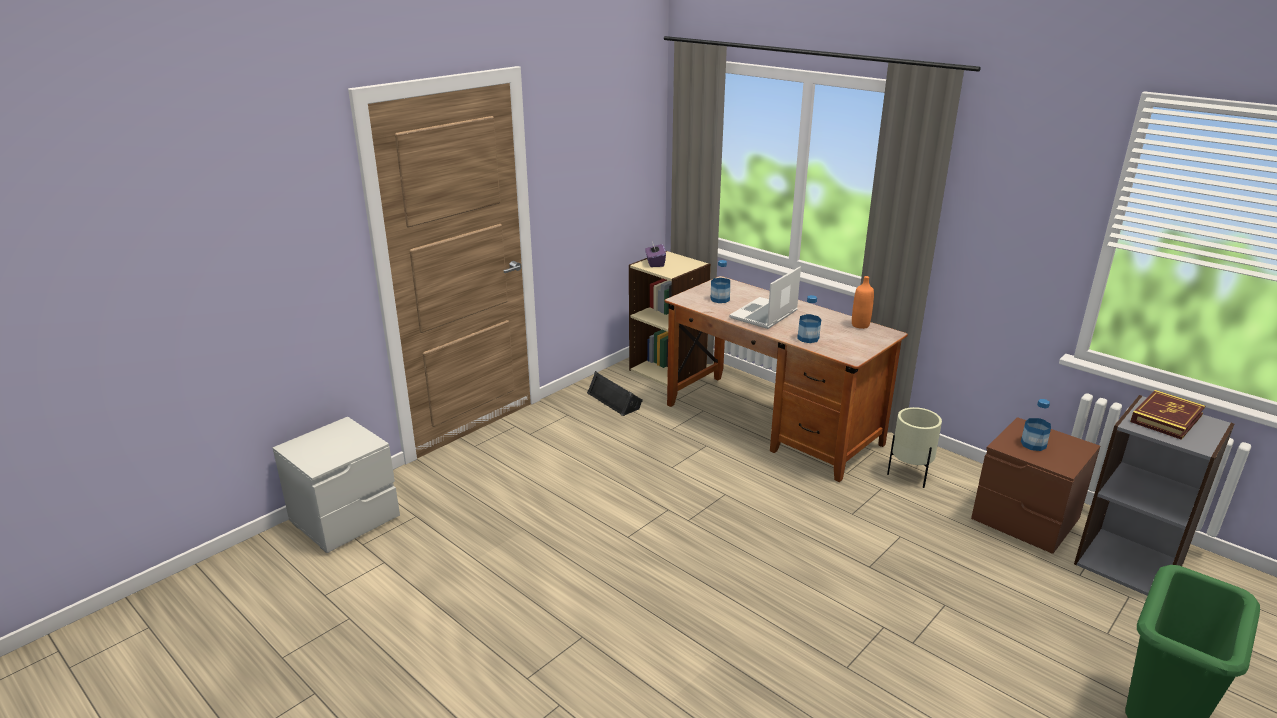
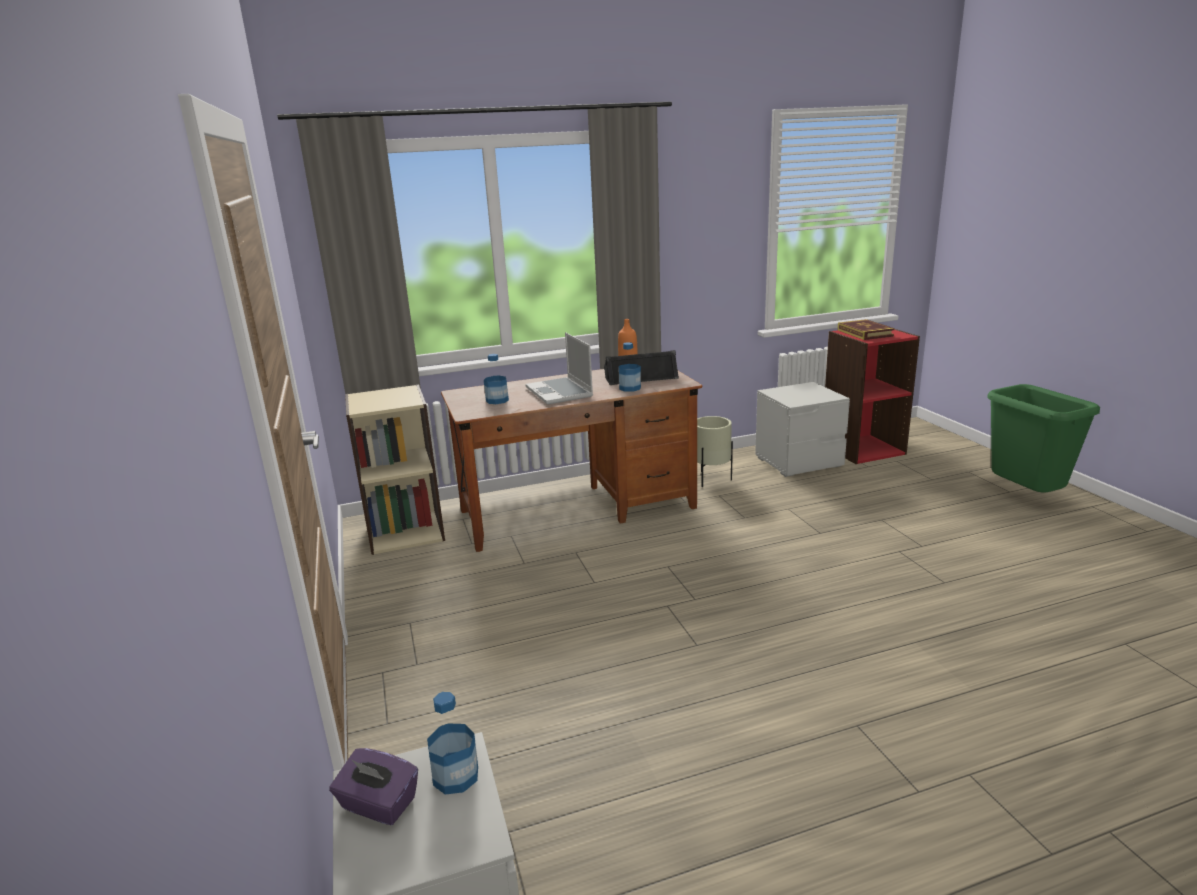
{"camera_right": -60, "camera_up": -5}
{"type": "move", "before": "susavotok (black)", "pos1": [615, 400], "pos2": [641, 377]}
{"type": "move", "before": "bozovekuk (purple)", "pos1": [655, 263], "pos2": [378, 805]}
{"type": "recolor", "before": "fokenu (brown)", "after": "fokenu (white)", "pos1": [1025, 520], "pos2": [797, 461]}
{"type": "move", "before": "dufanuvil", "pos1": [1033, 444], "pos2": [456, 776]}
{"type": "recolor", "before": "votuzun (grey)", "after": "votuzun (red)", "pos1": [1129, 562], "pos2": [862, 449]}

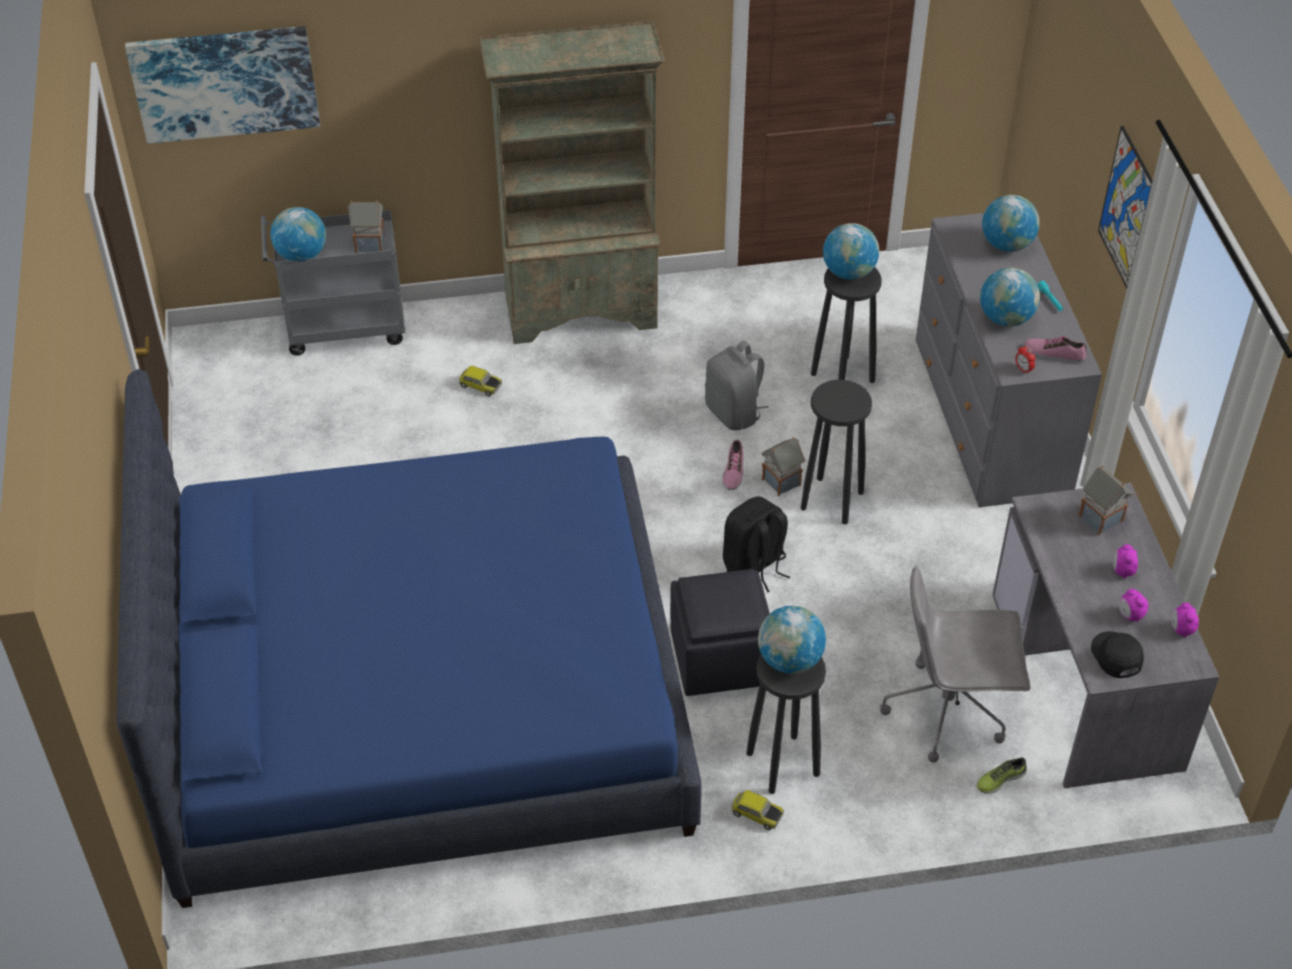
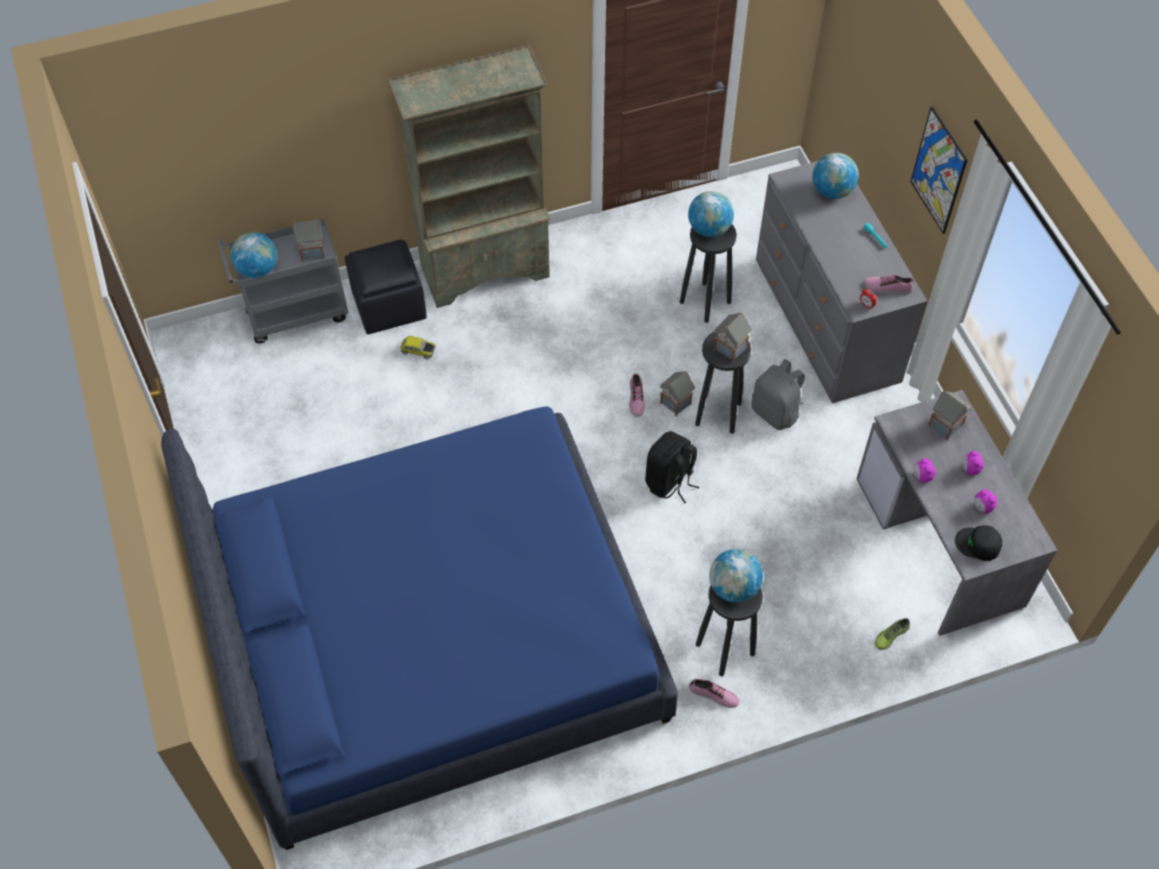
{"camera_right": -10, "camera_up": 10}
{"type": "delete", "before": "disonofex", "pos1": [225, 83]}
{"type": "move", "before": "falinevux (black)", "pos1": [719, 657], "pos2": [388, 304]}
{"type": "move", "before": "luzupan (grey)", "pos1": [734, 413], "pos2": [776, 412]}
{"type": "replace", "before": "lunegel", "after": "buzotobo", "pos1": [756, 814], "pos2": [713, 695]}
{"type": "delete", "before": "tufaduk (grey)", "pos1": [951, 712]}
{"type": "delete", "before": "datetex", "pos1": [1006, 318]}
{"type": "rotate", "before": "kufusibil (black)", "pos1": [1116, 656], "pos2": [978, 544], "turn": -45}
{"type": "move", "before": "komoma", "pos1": [1181, 630], "pos2": [922, 477]}
{"type": "insert", "after": "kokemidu", "pos2": [730, 348]}

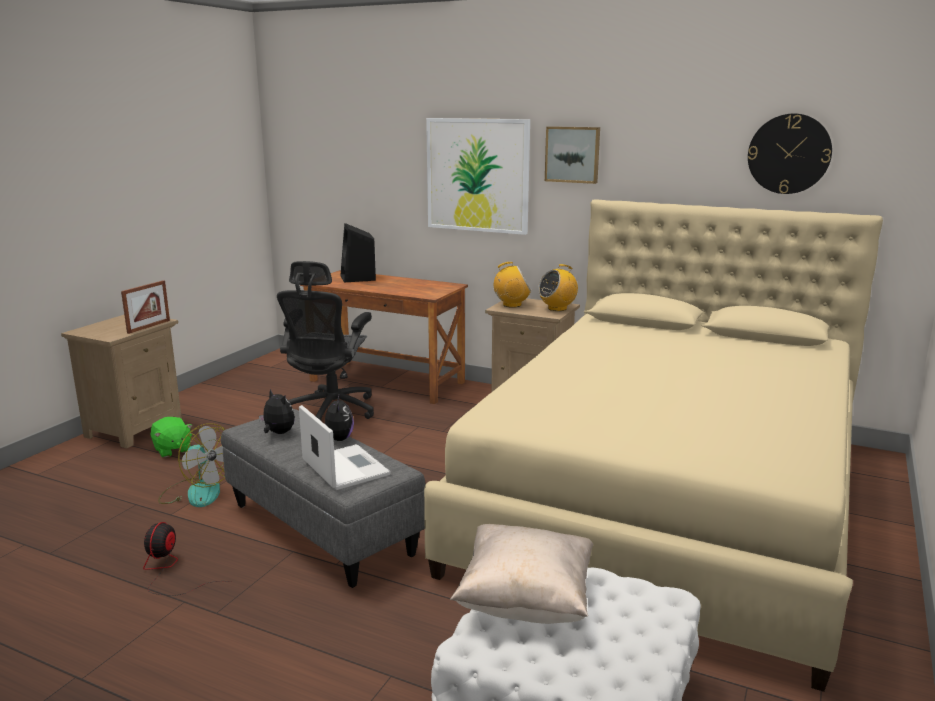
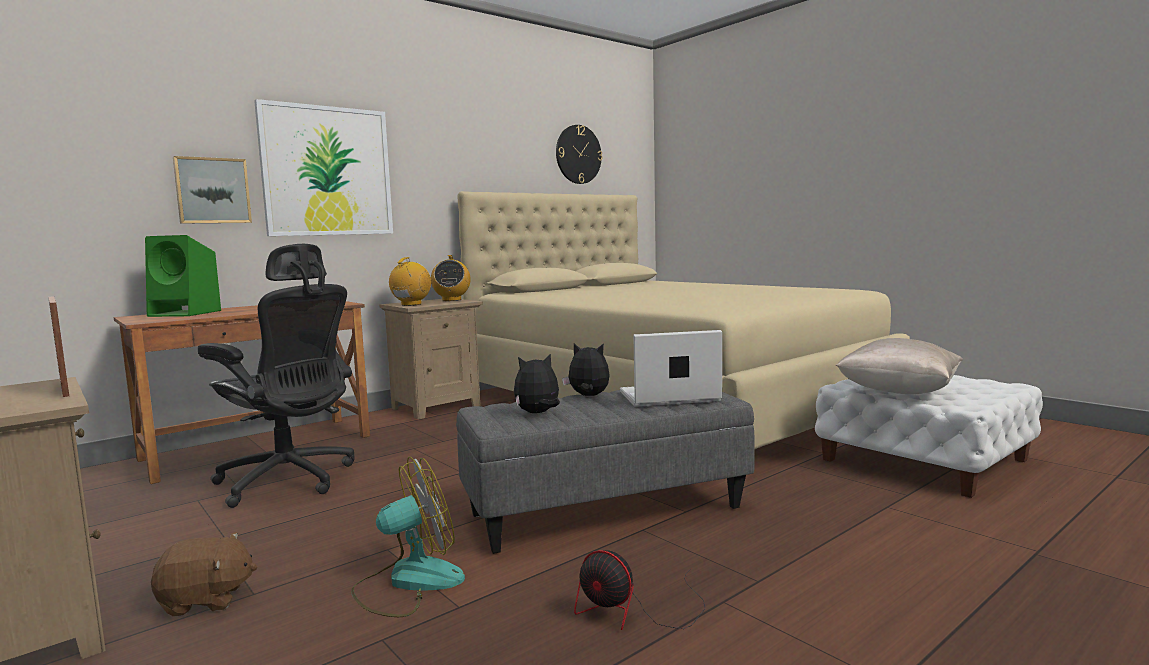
{"camera_right": -65, "camera_up": -10}
{"type": "recolor", "before": "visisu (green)", "after": "visisu (brown)", "pos1": [172, 450], "pos2": [206, 600]}
{"type": "recolor", "before": "susavotok (black)", "after": "susavotok (green)", "pos1": [358, 278], "pos2": [187, 313]}
{"type": "move", "before": "disonofex", "pos1": [572, 154], "pos2": [212, 191]}

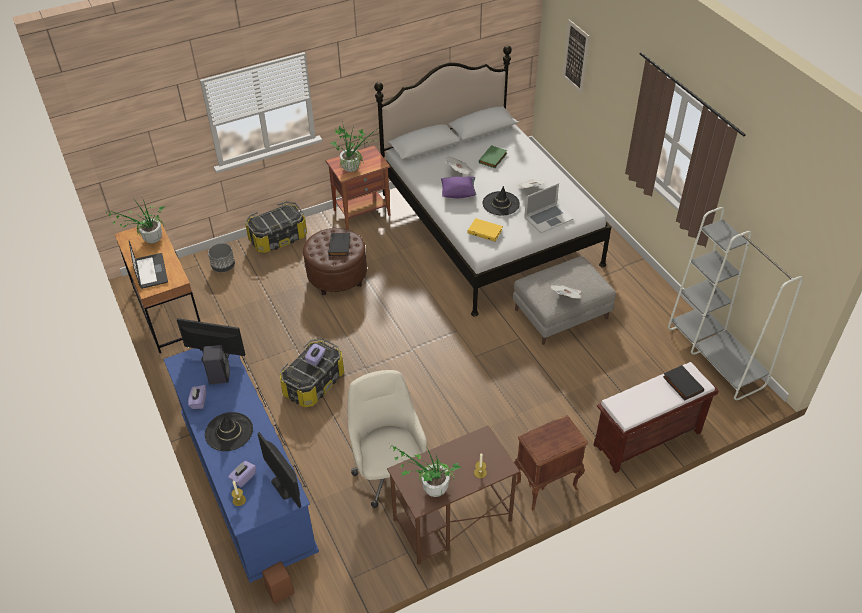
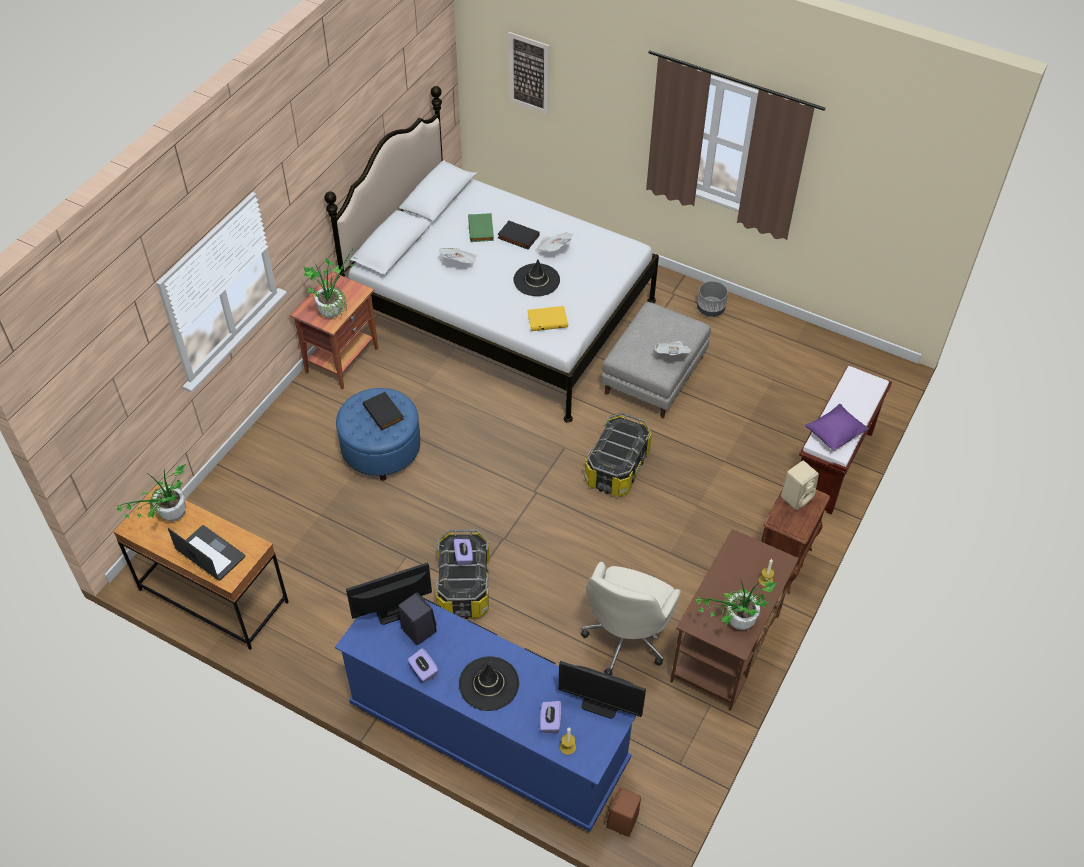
{"camera_right": -35, "camera_up": 5}
{"type": "move", "before": "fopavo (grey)", "pos1": [223, 267], "pos2": [710, 309]}
{"type": "move", "before": "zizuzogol", "pos1": [278, 238], "pos2": [616, 467]}
{"type": "recolor", "before": "falinevux (brown)", "after": "falinevux (blue)", "pos1": [337, 277], "pos2": [381, 451]}
{"type": "rotate", "before": "tufaduk (beige)", "pos1": [389, 474], "pos2": [626, 638], "turn": -105}
{"type": "move", "before": "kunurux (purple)", "pos1": [458, 193], "pos2": [834, 434]}
{"type": "delete", "before": "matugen", "pos1": [548, 218]}
{"type": "move", "before": "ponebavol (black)", "pos1": [681, 384], "pos2": [517, 237]}
{"type": "delete", "before": "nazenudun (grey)", "pos1": [715, 358]}
{"type": "insert", "after": "susavotok (beige)", "pos2": [797, 497]}

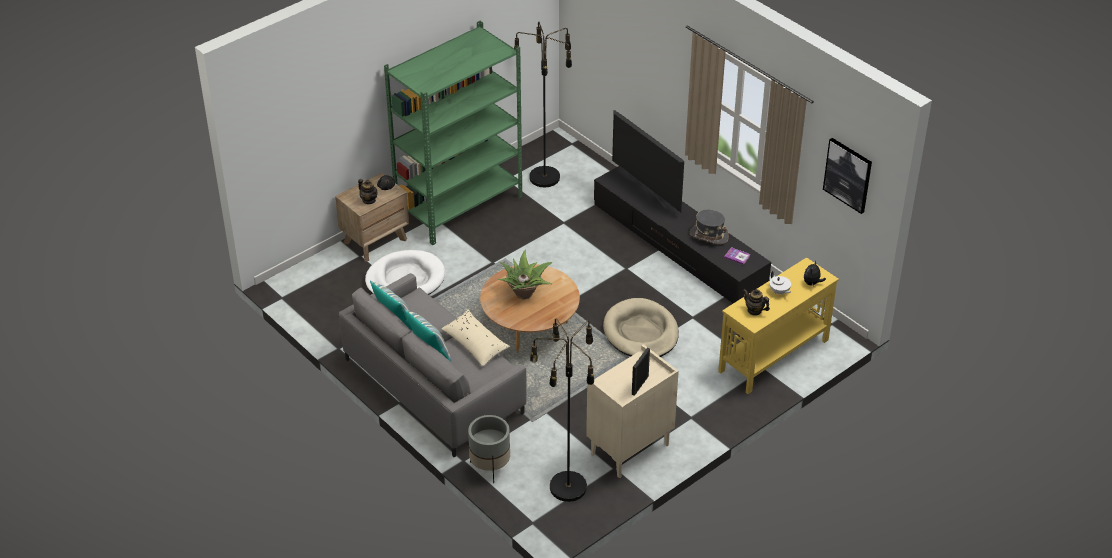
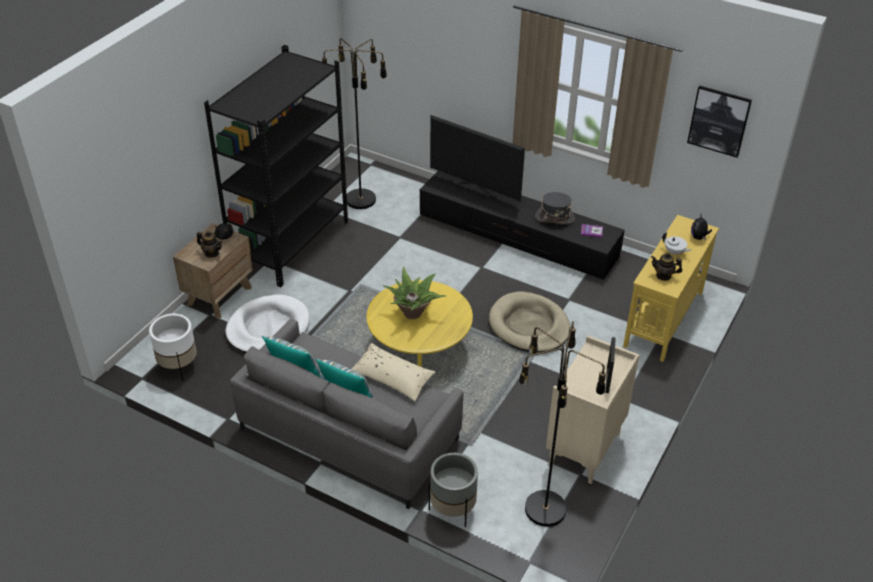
{"camera_right": -20, "camera_up": 0}
{"type": "recolor", "before": "votuzun (green)", "after": "votuzun (black)", "pos1": [459, 206], "pos2": [290, 243]}
{"type": "recolor", "before": "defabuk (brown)", "after": "defabuk (yellow)", "pos1": [530, 328], "pos2": [419, 347]}
{"type": "insert", "after": "fopavo (white)", "pos2": [178, 366]}

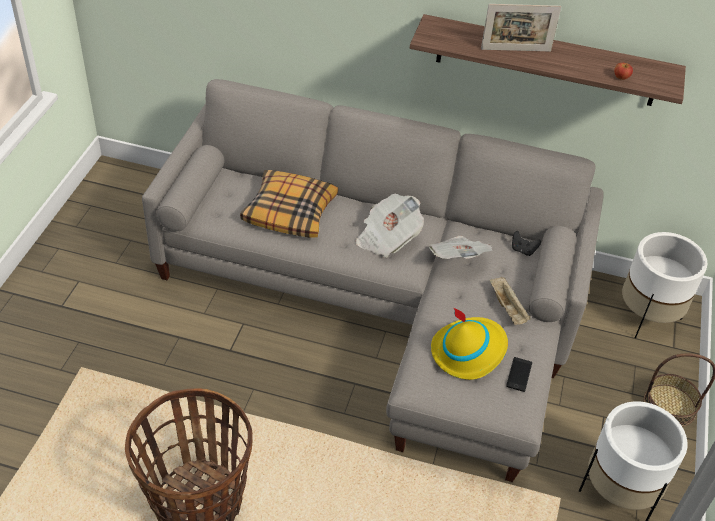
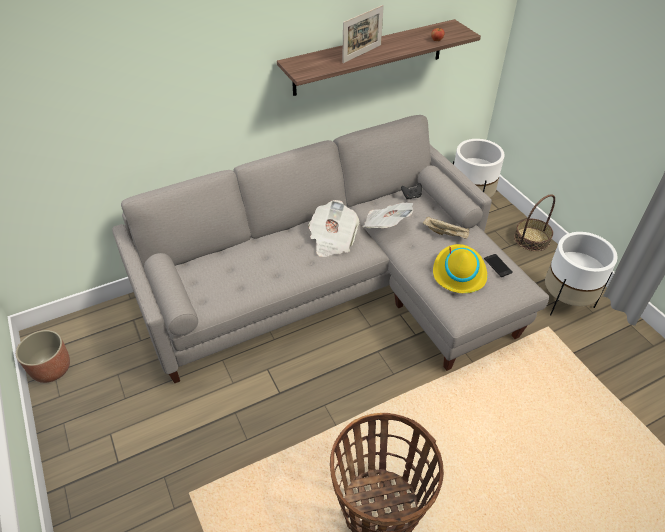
{"camera_right": -40, "camera_up": 0}
{"type": "delete", "before": "kunurux", "pos1": [290, 211]}
{"type": "insert", "after": "fopavo", "pos2": [52, 369]}

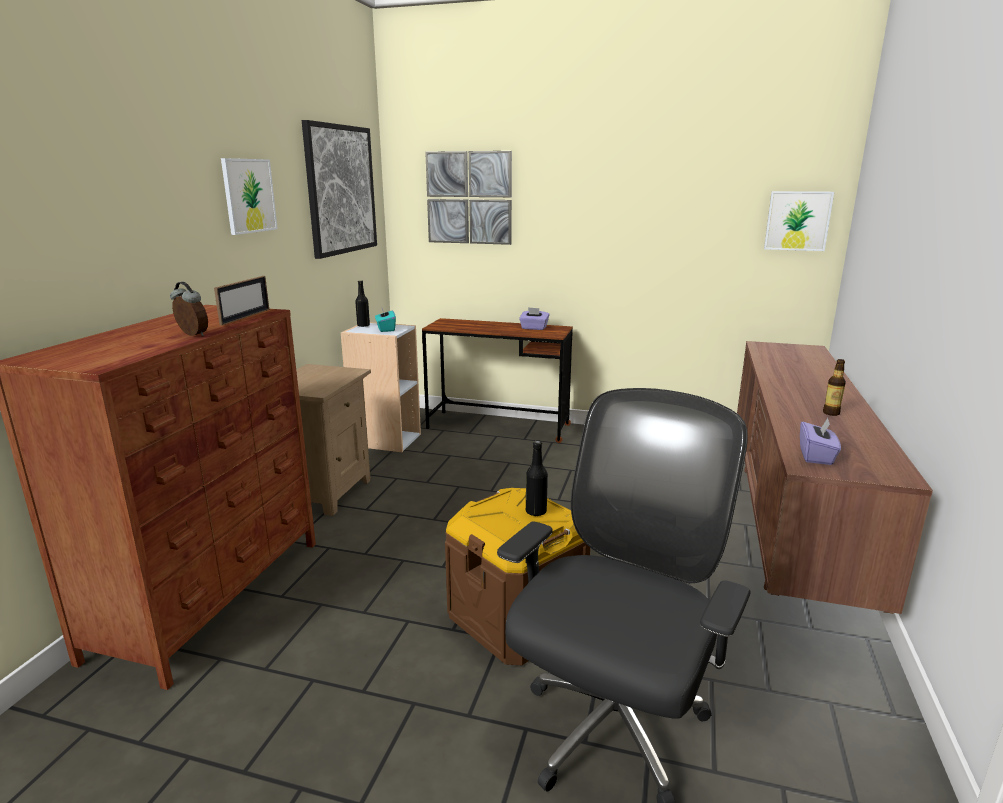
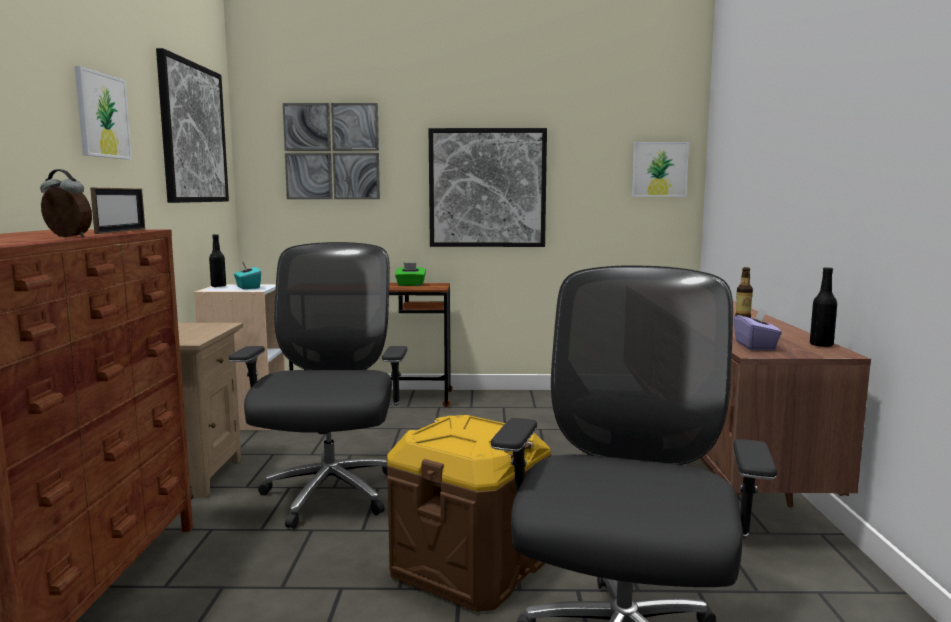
{"camera_right": -15, "camera_up": -10}
{"type": "recolor", "before": "bozovekuk (purple)", "after": "bozovekuk (green)", "pos1": [534, 328], "pos2": [410, 285]}
{"type": "move", "before": "dufanuvil (black)", "pos1": [536, 512], "pos2": [821, 345]}
{"type": "insert", "after": "tufaduk", "pos2": [331, 494]}
{"type": "insert", "after": "disonofex", "pos2": [487, 188]}

